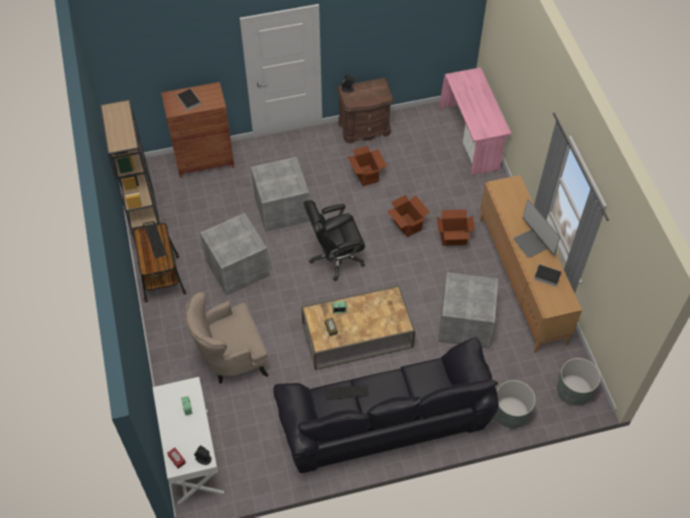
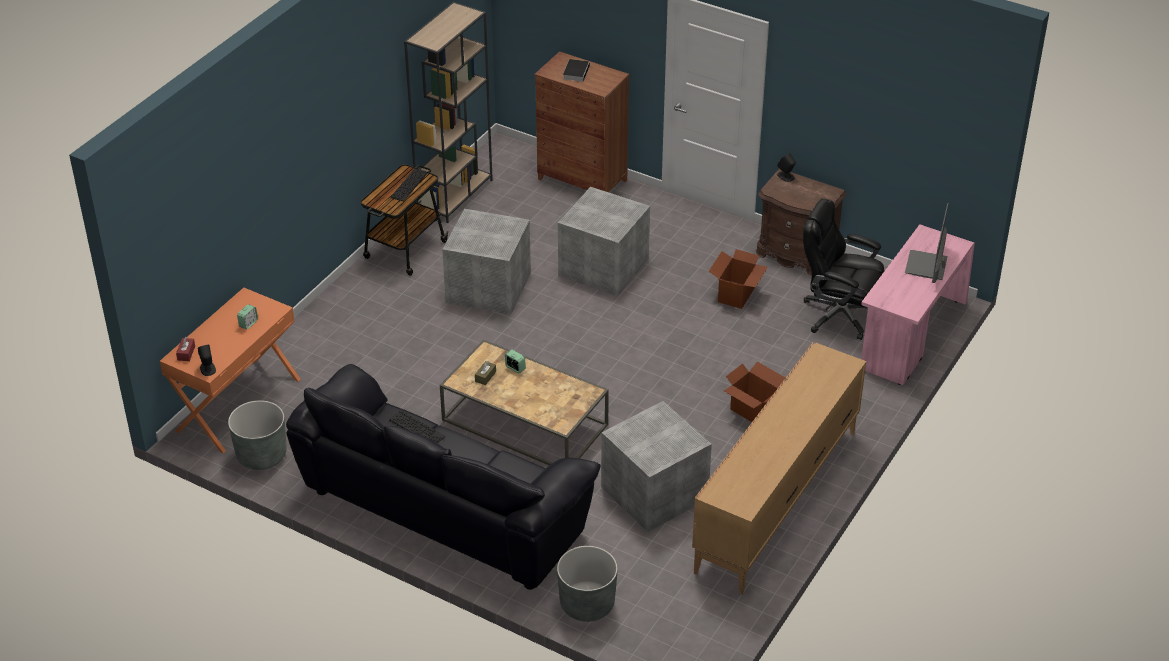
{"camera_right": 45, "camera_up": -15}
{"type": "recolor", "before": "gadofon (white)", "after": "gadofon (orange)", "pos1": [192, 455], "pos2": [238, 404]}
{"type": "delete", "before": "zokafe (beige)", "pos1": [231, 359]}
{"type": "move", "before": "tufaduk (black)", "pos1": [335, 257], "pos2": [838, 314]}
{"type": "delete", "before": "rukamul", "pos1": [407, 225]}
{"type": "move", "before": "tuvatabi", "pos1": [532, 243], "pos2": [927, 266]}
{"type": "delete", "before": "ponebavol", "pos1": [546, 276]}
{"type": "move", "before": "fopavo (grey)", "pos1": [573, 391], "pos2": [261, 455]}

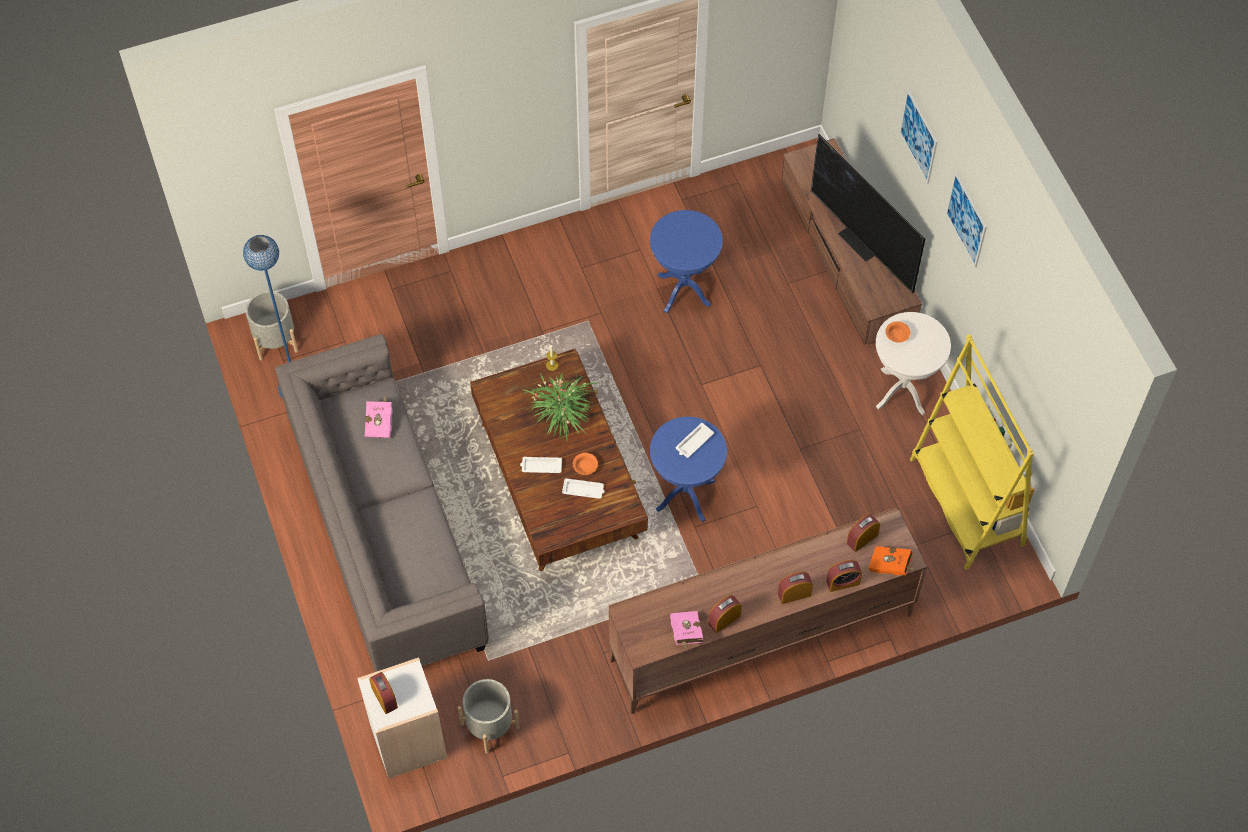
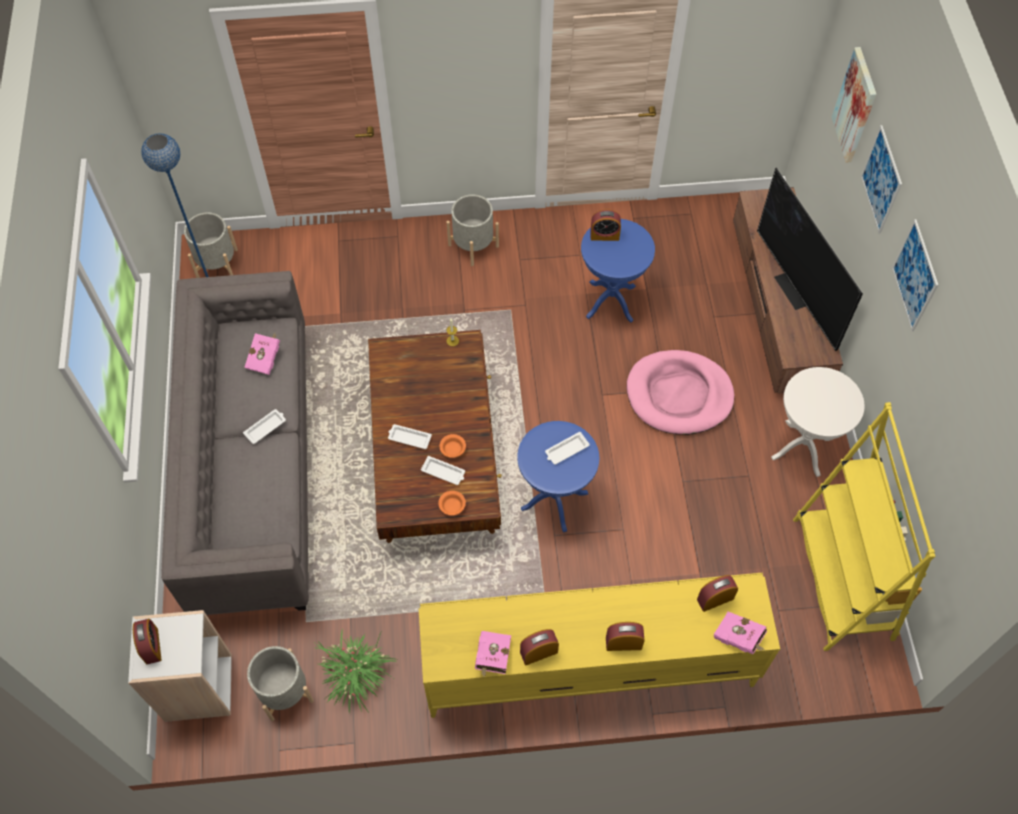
{"camera_right": 15, "camera_up": 0}
{"type": "move", "before": "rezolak", "pos1": [562, 412], "pos2": [356, 675]}
{"type": "recolor", "before": "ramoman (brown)", "after": "ramoman (yellow)", "pos1": [760, 639], "pos2": [588, 670]}
{"type": "move", "before": "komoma", "pos1": [843, 582], "pos2": [604, 235]}
{"type": "recolor", "before": "ponebavol (orange)", "after": "ponebavol (pink)", "pos1": [891, 566], "pos2": [739, 638]}
{"type": "move", "before": "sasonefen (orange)", "pos1": [896, 335], "pos2": [452, 505]}
{"type": "insert", "after": "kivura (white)", "pos2": [266, 427]}
{"type": "insert", "after": "fopavo (grey)", "pos2": [473, 245]}
{"type": "insert", "after": "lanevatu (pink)", "pos2": [679, 395]}
{"type": "insert", "after": "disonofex", "pos2": [855, 105]}

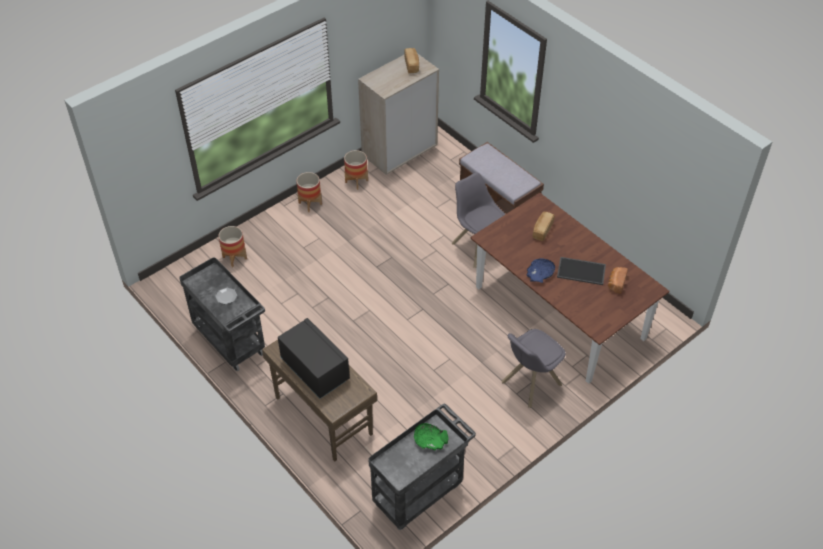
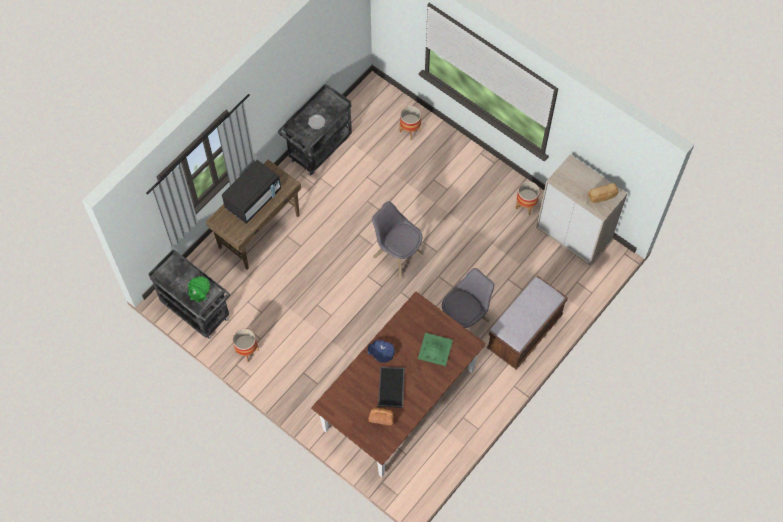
{"camera_right": 80, "camera_up": 15}
{"type": "move", "before": "fopavo", "pos1": [310, 203], "pos2": [247, 351]}
{"type": "move", "before": "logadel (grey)", "pos1": [530, 383], "pos2": [397, 255]}
{"type": "replace", "before": "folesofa", "after": "kivura (green)", "pos1": [542, 230], "pos2": [435, 349]}

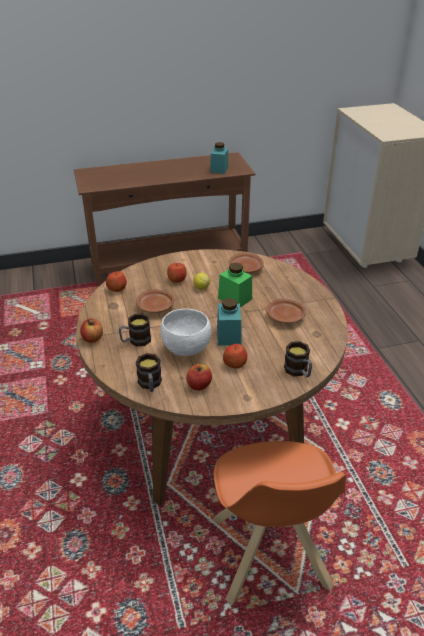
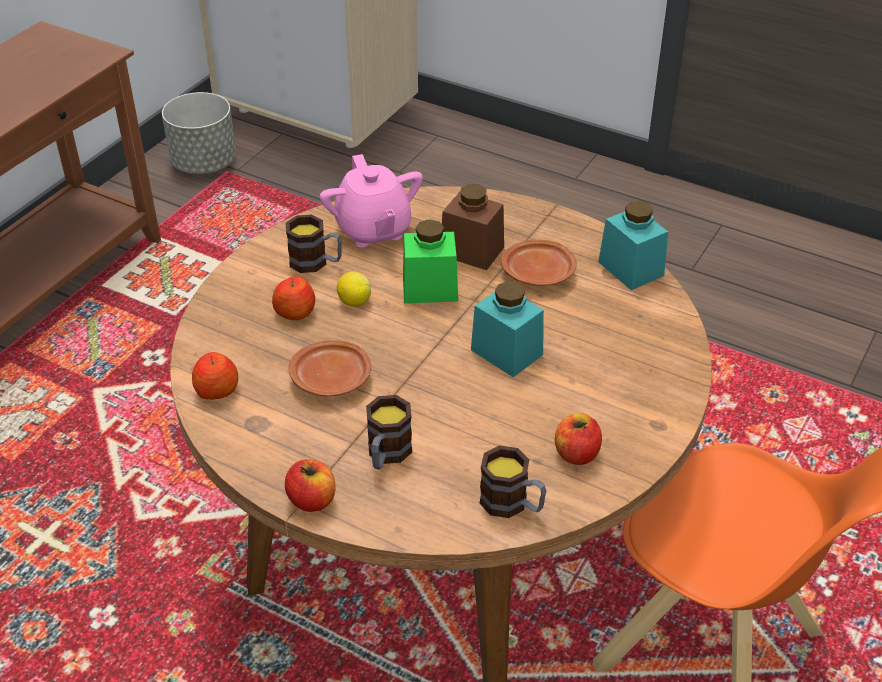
{"camera_right": -45, "camera_up": 5}
{"type": "delete", "before": "sasonefen (white)", "pos1": [187, 349]}
{"type": "move", "before": "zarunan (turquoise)", "pos1": [219, 169], "pos2": [630, 269]}
{"type": "delete", "before": "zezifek", "pos1": [235, 363]}
{"type": "replace", "before": "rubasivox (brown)", "after": "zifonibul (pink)", "pos1": [245, 268], "pos2": [373, 230]}
{"type": "move", "before": "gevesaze", "pos1": [298, 371], "pos2": [316, 262]}
{"type": "insert", "after": "fopavo (grey)", "pos2": [204, 163]}
{"type": "insert", "after": "zarunan (brown)", "pos2": [472, 251]}

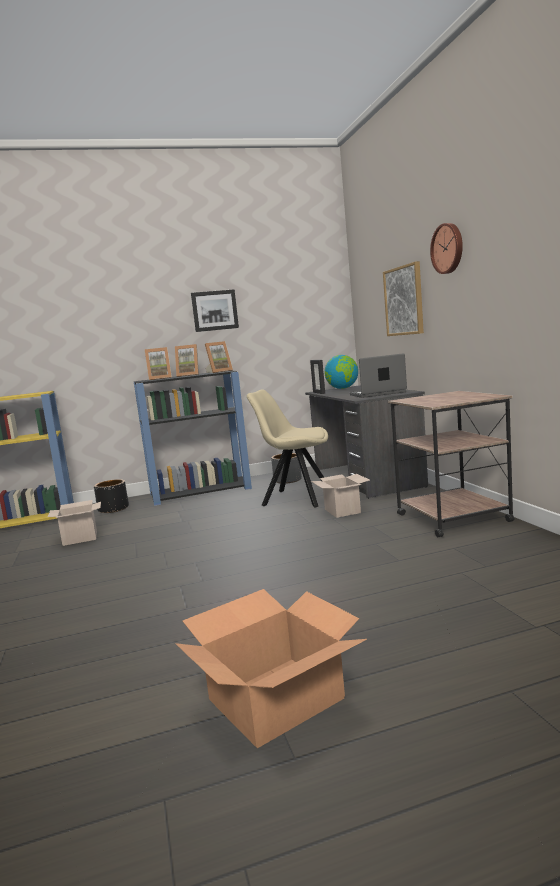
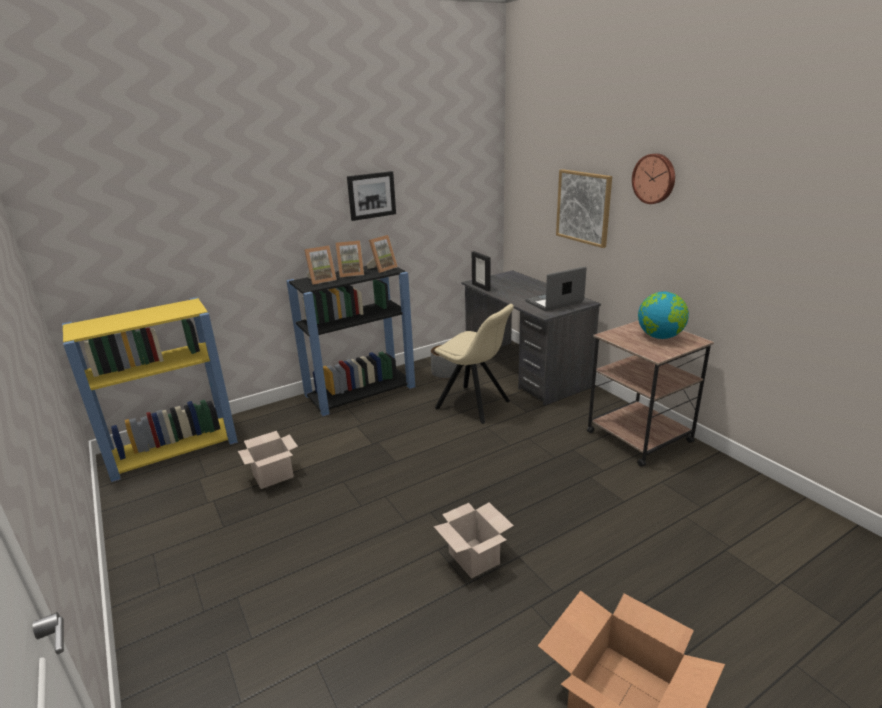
{"camera_right": -15, "camera_up": 15}
{"type": "delete", "before": "fopavo (black)", "pos1": [113, 509]}
{"type": "rotate", "before": "logadel (beige)", "pos1": [297, 498], "pos2": [473, 404], "turn": -150}
{"type": "move", "before": "rukamul", "pos1": [343, 511], "pos2": [475, 558]}
{"type": "move", "before": "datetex", "pos1": [342, 388], "pos2": [660, 337]}

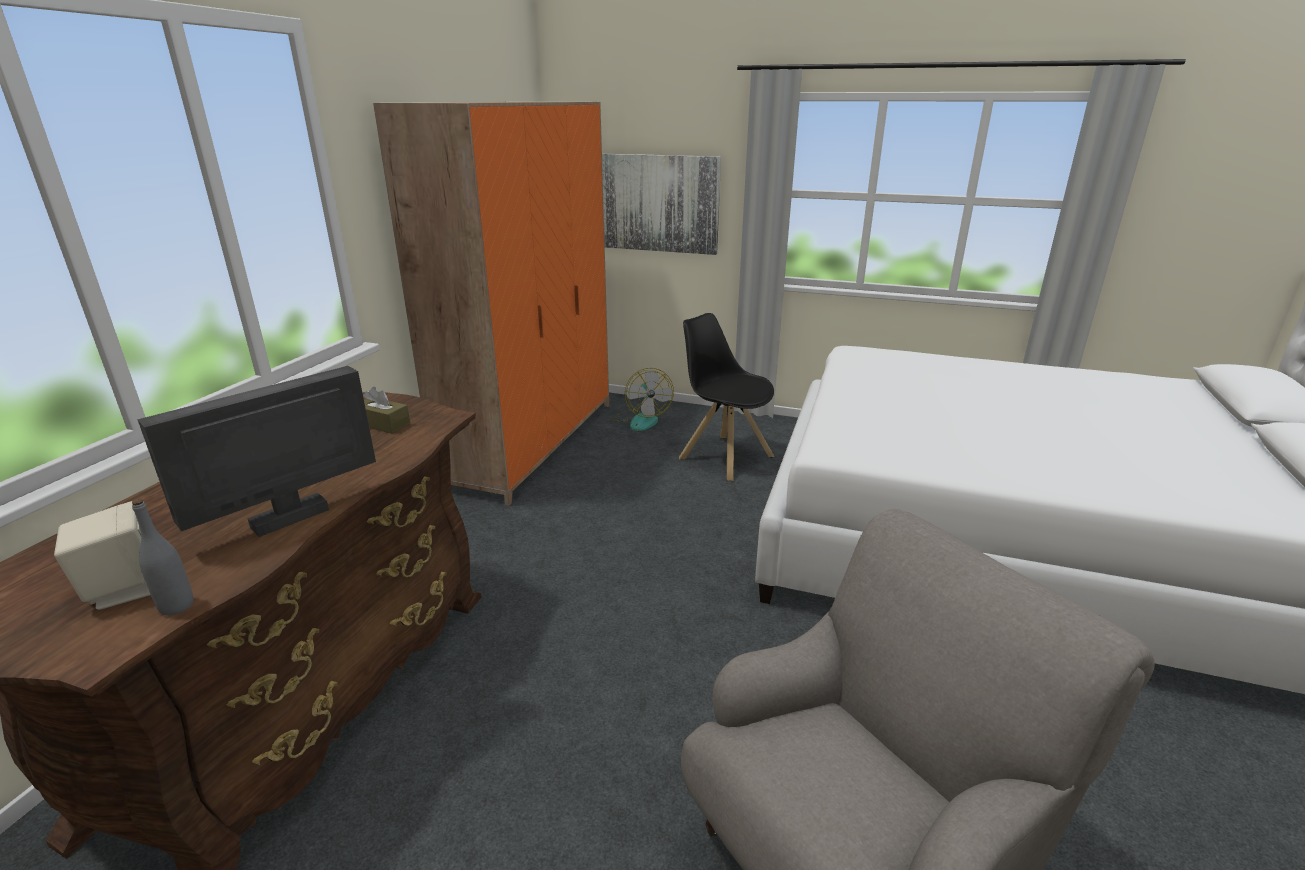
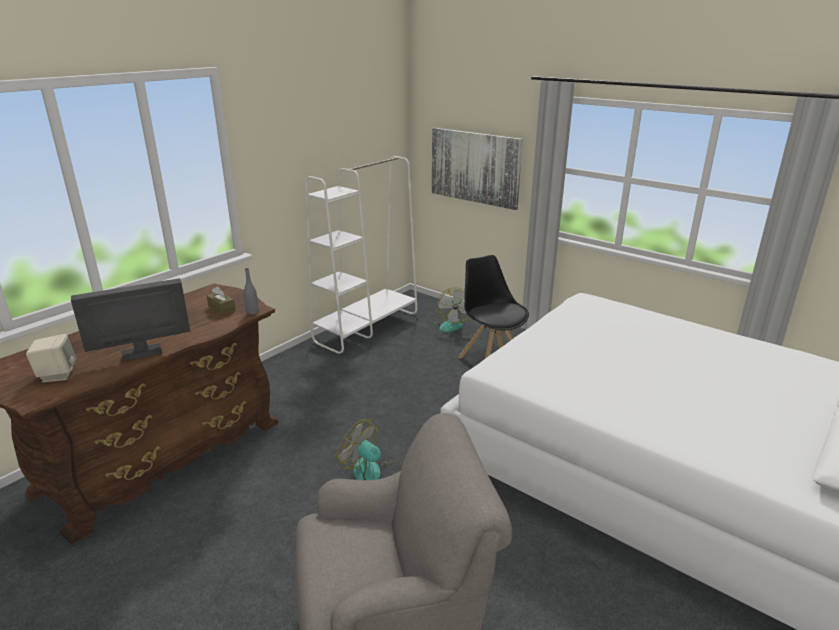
{"camera_right": 20, "camera_up": 0}
{"type": "move", "before": "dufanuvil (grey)", "pos1": [177, 606], "pos2": [252, 312]}
{"type": "replace", "before": "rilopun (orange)", "after": "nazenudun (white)", "pos1": [532, 442], "pos2": [367, 328]}
{"type": "insert", "after": "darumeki", "pos2": [373, 475]}

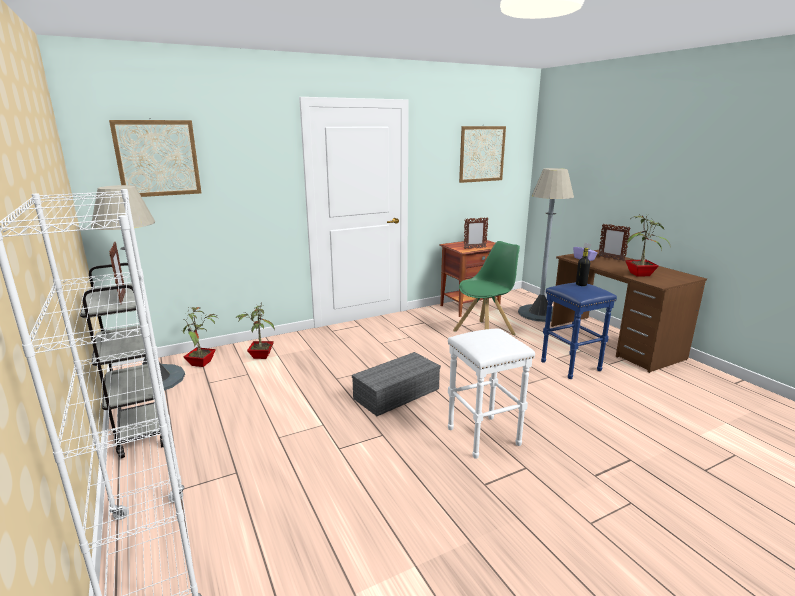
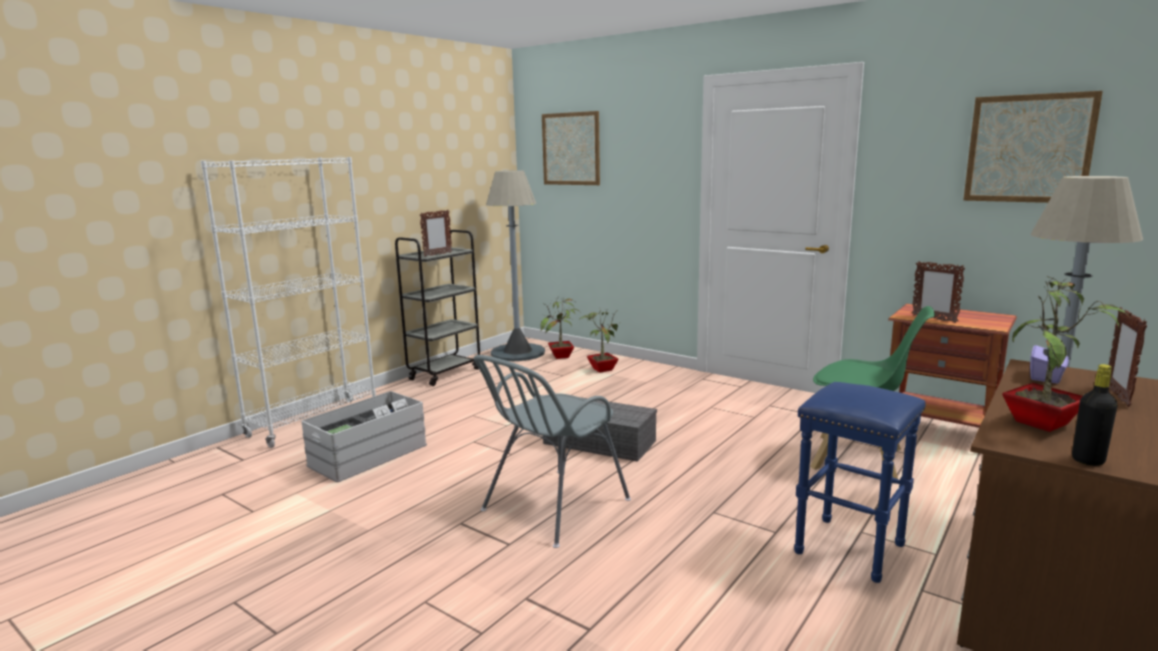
{"camera_right": 65, "camera_up": -5}
{"type": "replace", "before": "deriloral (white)", "after": "logadel (grey)", "pos1": [483, 437], "pos2": [552, 507]}
{"type": "move", "before": "dufanuvil (black)", "pos1": [581, 284], "pos2": [1088, 460]}
{"type": "insert", "after": "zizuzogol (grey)", "pos2": [368, 454]}

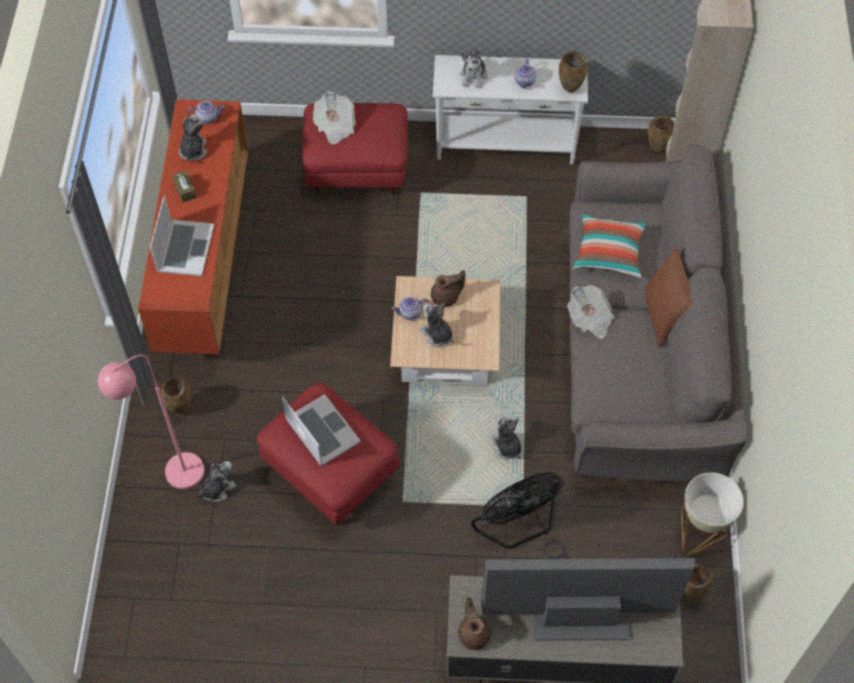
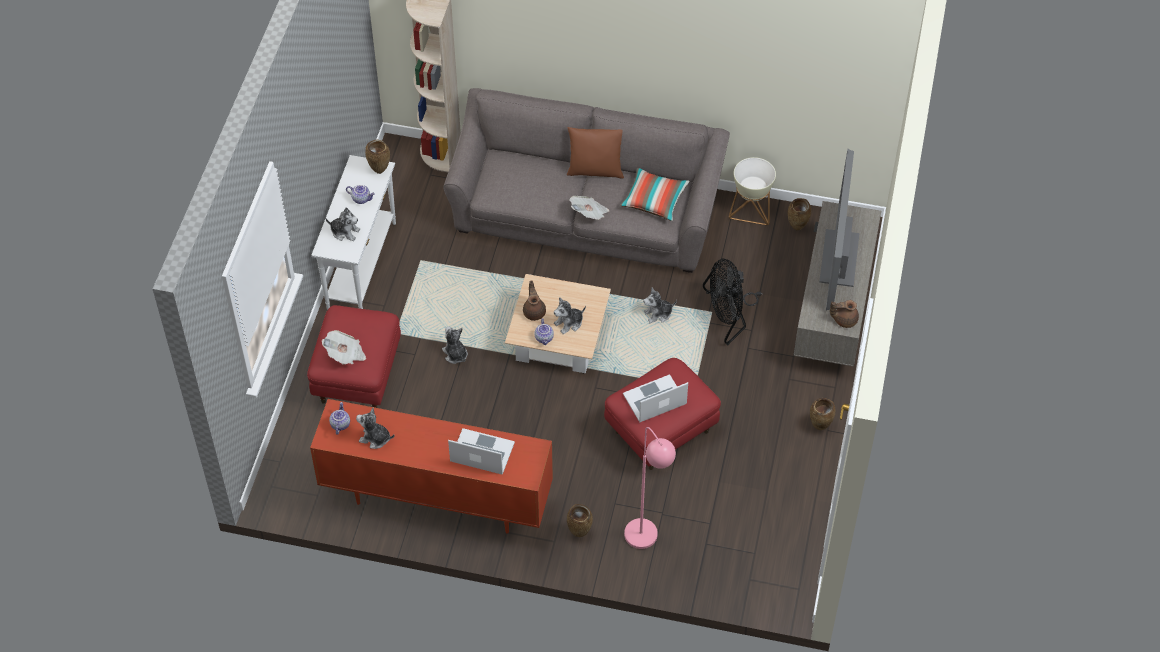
{"camera_right": -80, "camera_up": -5}
{"type": "delete", "before": "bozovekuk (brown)", "pos1": [185, 190]}
{"type": "move", "before": "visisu", "pos1": [217, 488], "pos2": [455, 354]}
{"type": "move", "before": "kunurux", "pos1": [609, 252], "pos2": [654, 200]}
{"type": "move", "before": "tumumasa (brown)", "pos1": [656, 150], "pos2": [819, 428]}

